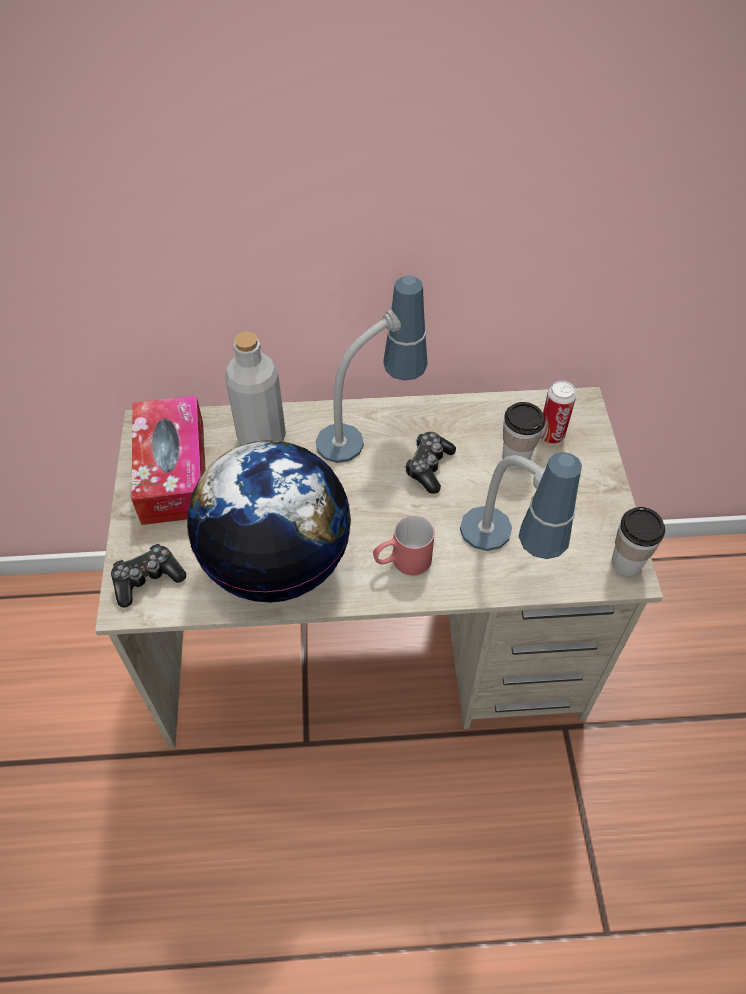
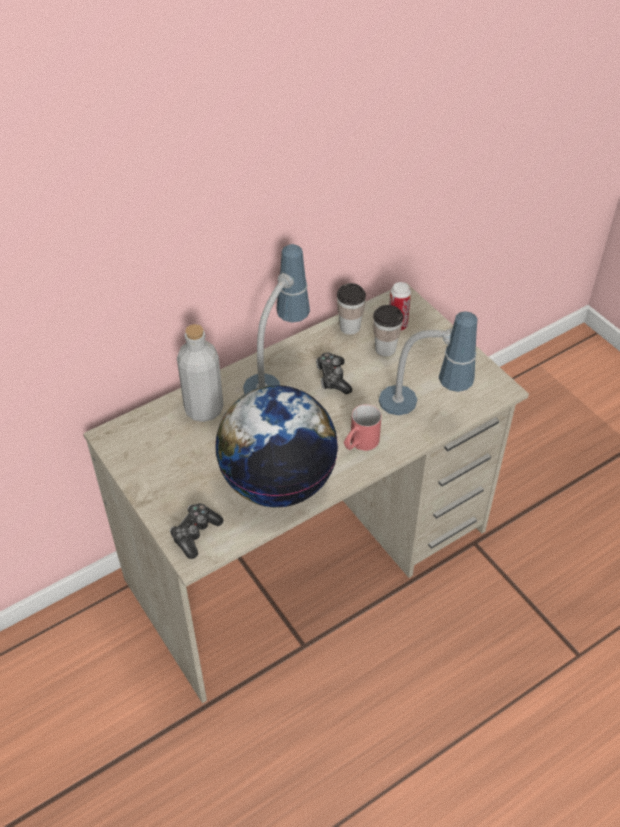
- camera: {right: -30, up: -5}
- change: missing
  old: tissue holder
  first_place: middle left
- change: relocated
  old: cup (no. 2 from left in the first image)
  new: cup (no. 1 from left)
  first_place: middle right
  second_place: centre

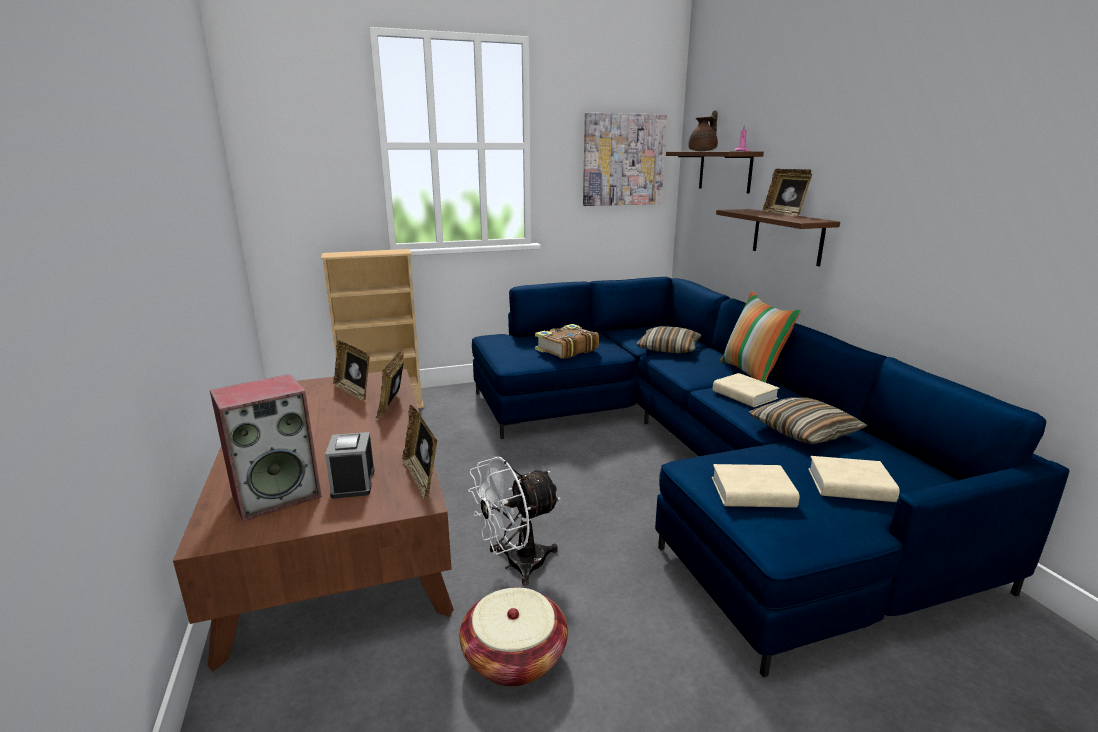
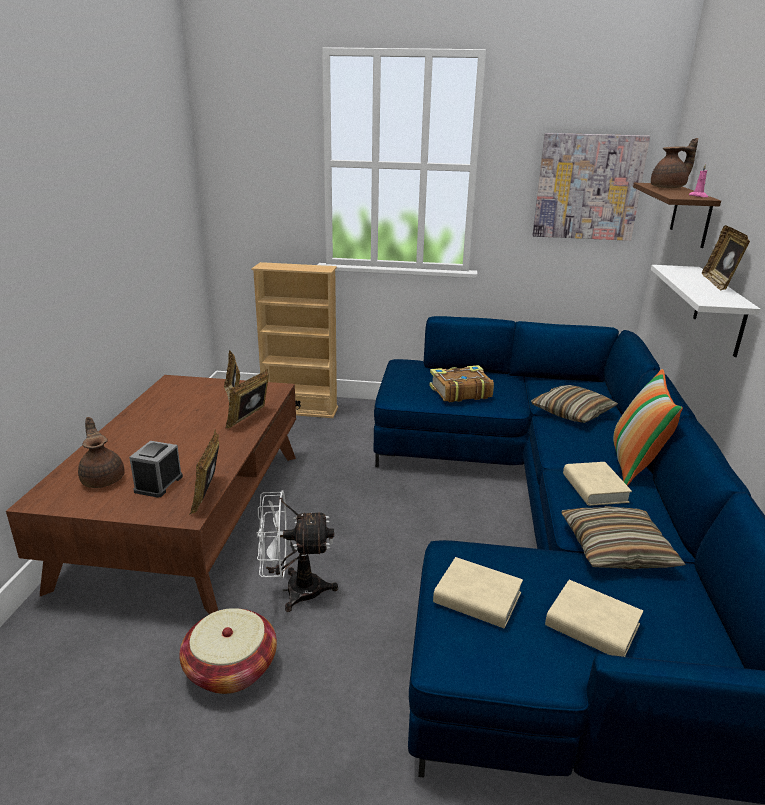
- camera: {right: 25, up: 5}
- change: colour
  old: brownish wall shelf (no. 2 from left)
  new: whitish wall shelf
  first_place: top right
  second_place: middle right
- change: exchanged
  old: loudspeaker
  new: brownish tea pot (no. 1 from left)
  first_place: middle left
  second_place: middle left

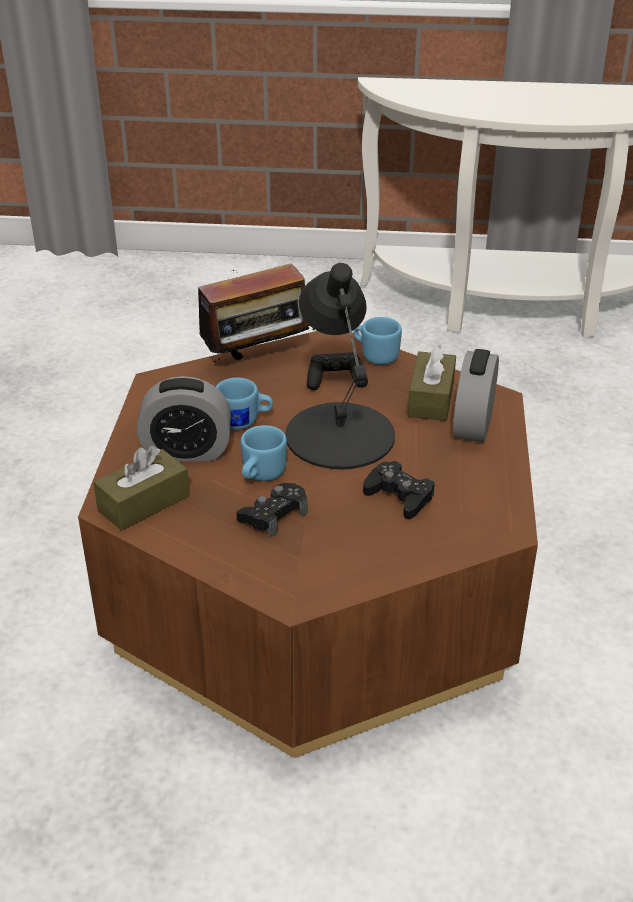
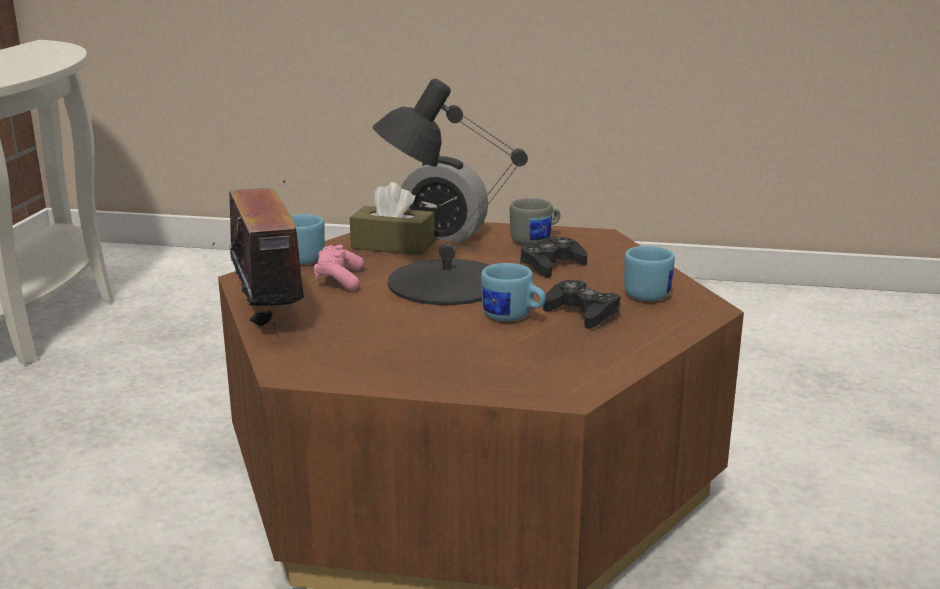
- camera: {right: -85, up: -15}
- change: colour
  old: black-coloured game controller (no. 2 from left)
  new: pink game controller
  first_place: centre
  second_place: centre
- change: missing
  old: table clock (no. 1 from left)
  first_place: middle left
- change: relocated
  old: blue tea mug (no. 1 from left in the first image)
  new: blue tea mug (no. 3 from left)
  first_place: centre
  second_place: middle right
- change: missing
  old: brownish tissue holder (no. 1 from left)
  first_place: middle left
- change: appeared
  new: greyish tea mug
  second_place: centre

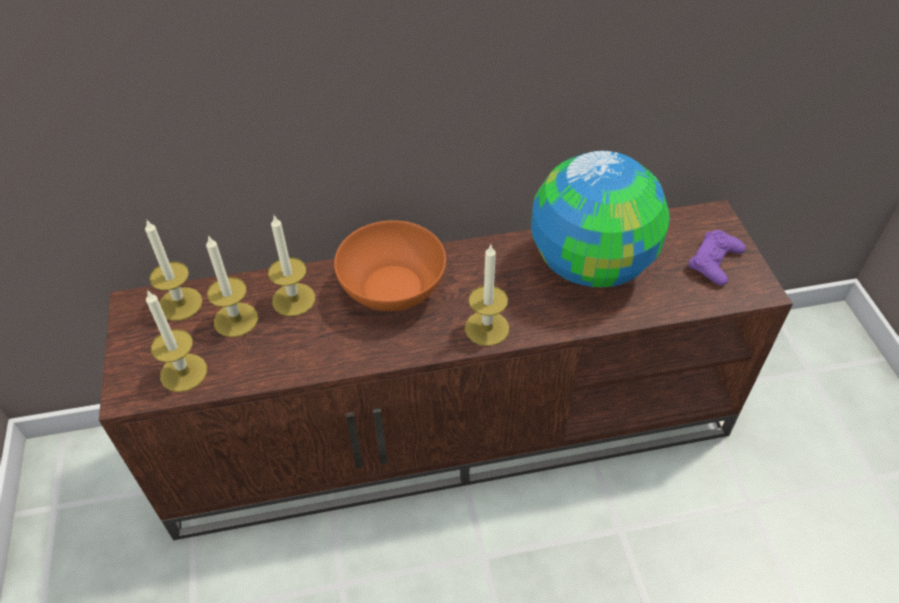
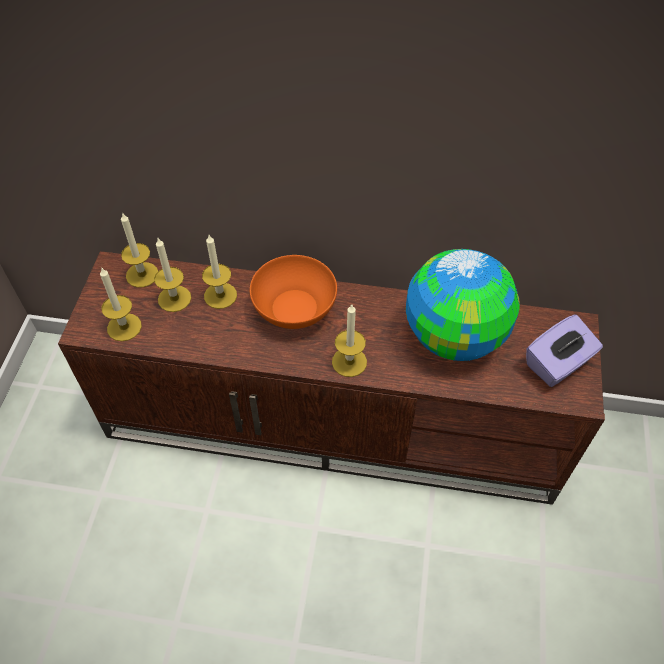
- camera: {right: 20, up: 5}
- change: exchanged
  old: purplish game controller
  new: purplish tissue holder
  first_place: middle right
  second_place: middle right

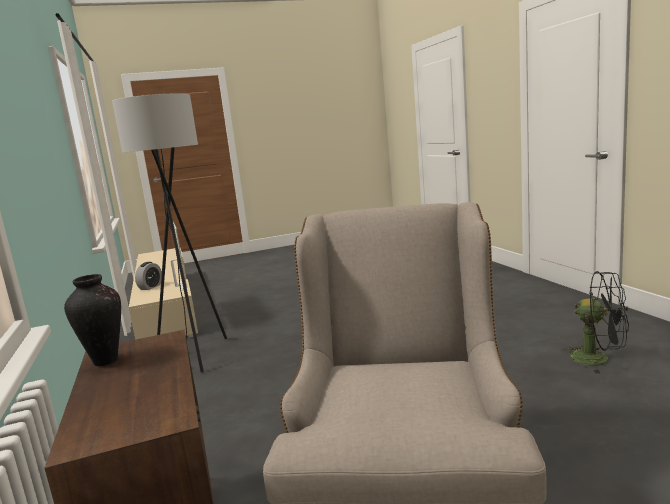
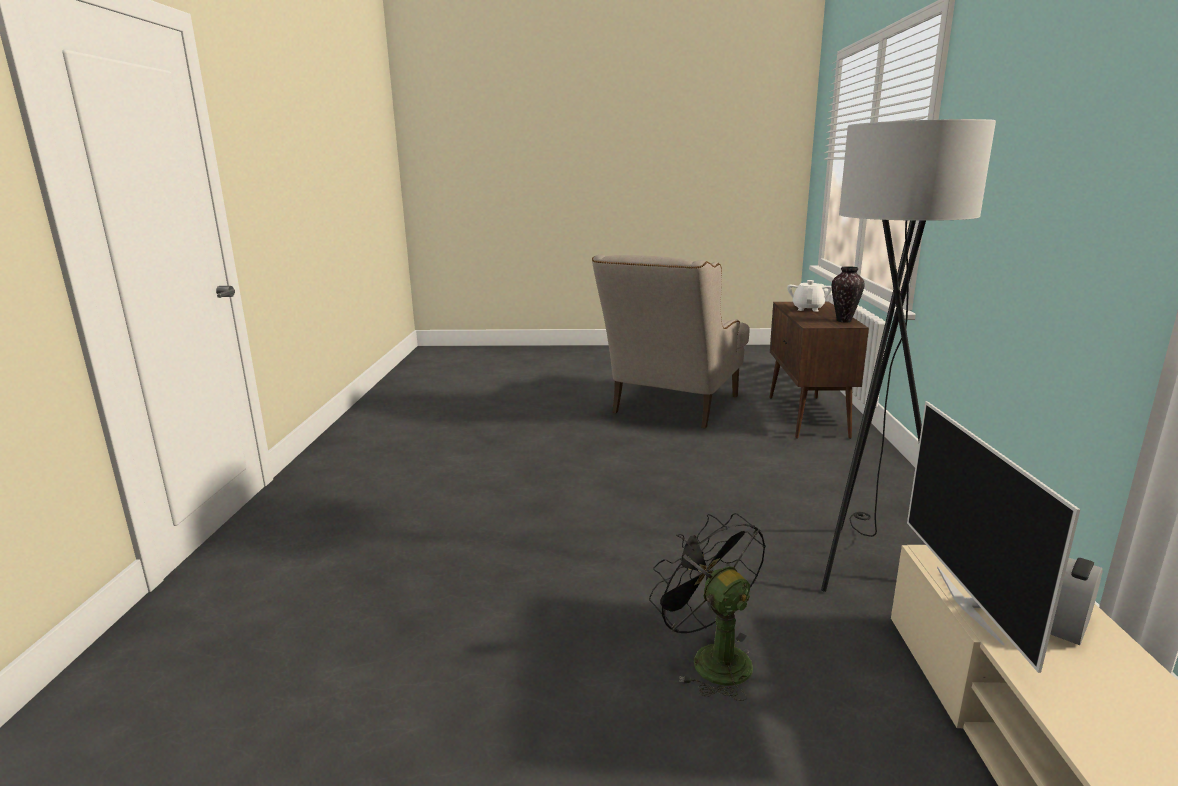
- camera: {right: -160, up: 5}
- change: relocated
  old: black-coloured electric fan
  first_place: middle right
  second_place: bottom centre
- change: appeared
  new: whitish tea pot
  second_place: middle right

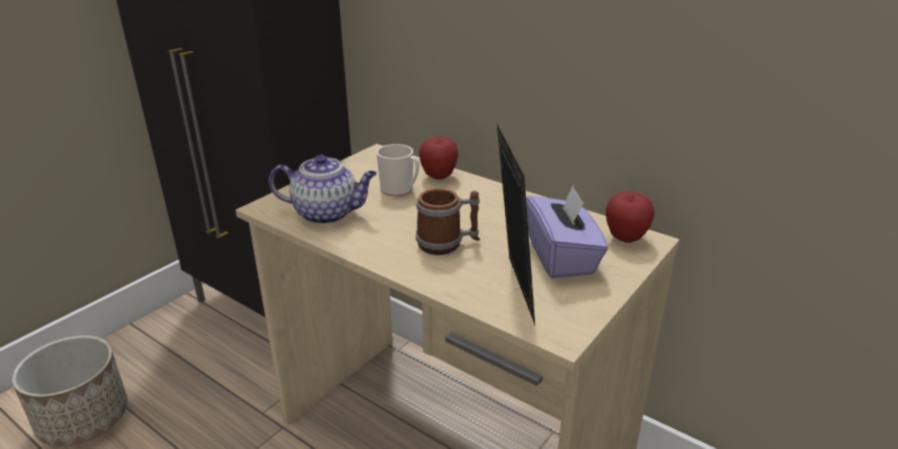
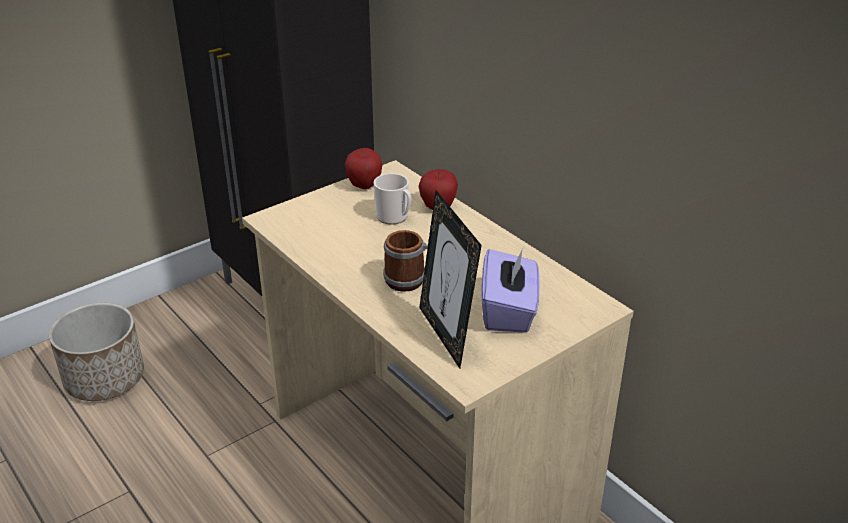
- camera: {right: 15, up: 5}
- change: spun
  old: picture frame
  first_place: centre
  second_place: centre
  degrees: 150
- change: missing
  old: tea pot
  first_place: centre
- change: relocated
  old: whole apple (no. 2 from left in the first image)
  new: whole apple (no. 1 from left)
  first_place: middle right
  second_place: top centre

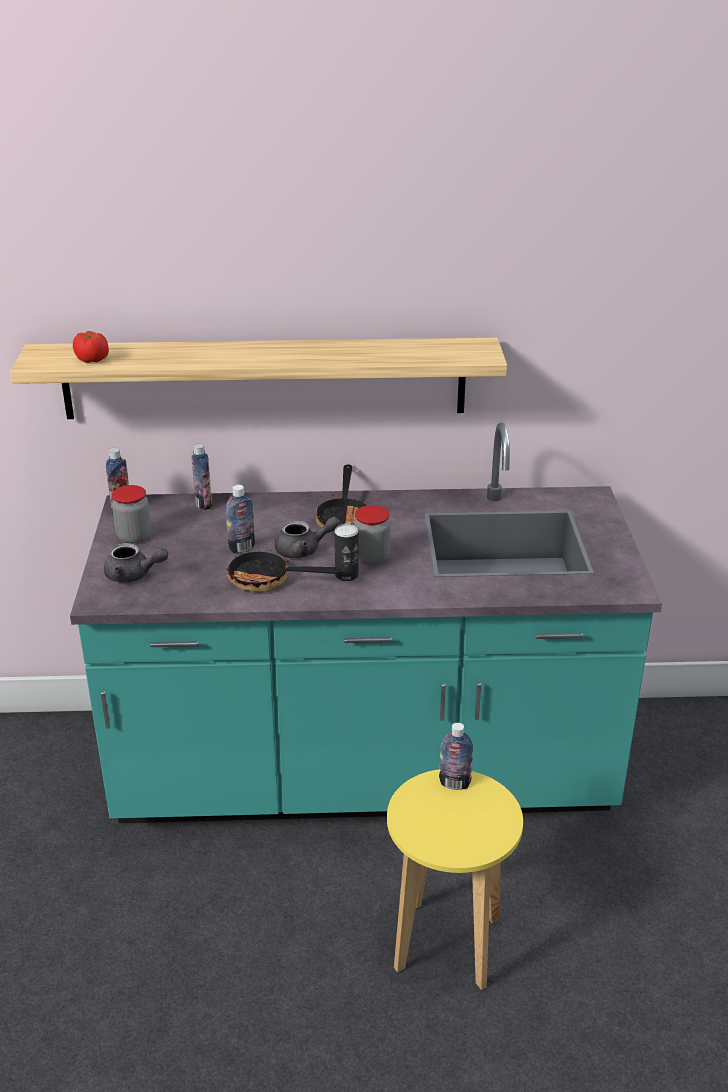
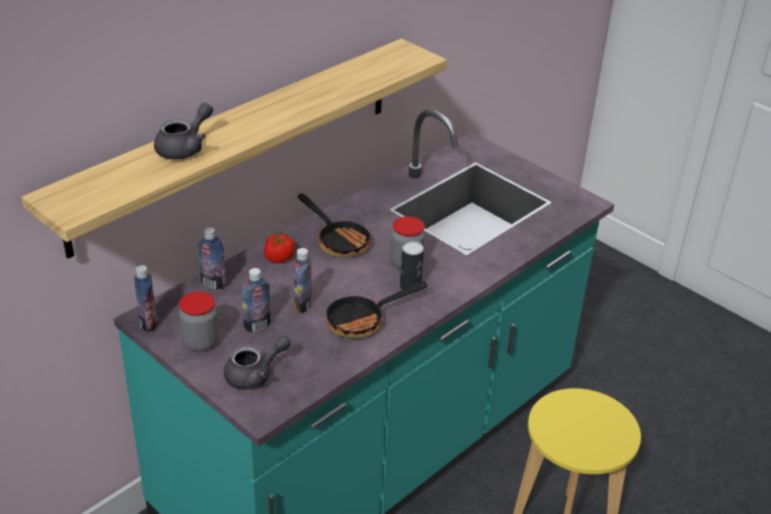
- camera: {right: -45, up: 5}
- change: relocated
  old: tomato
  first_place: top left
  second_place: centre
- change: relocated
  old: greyish tea pot (no. 2 from left in the first image)
  new: greyish tea pot (no. 1 from left)
  first_place: centre
  second_place: top left
- change: relocated
  old: bottle (no. 4 from left in the first image)
  new: bottle (no. 3 from left)
  first_place: bottom centre
  second_place: middle left

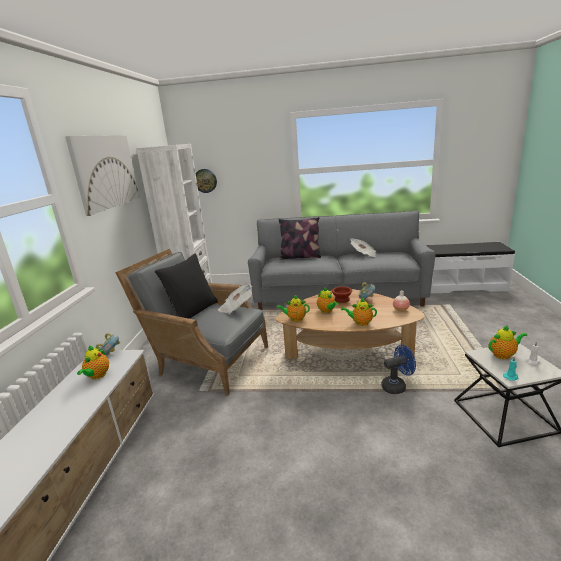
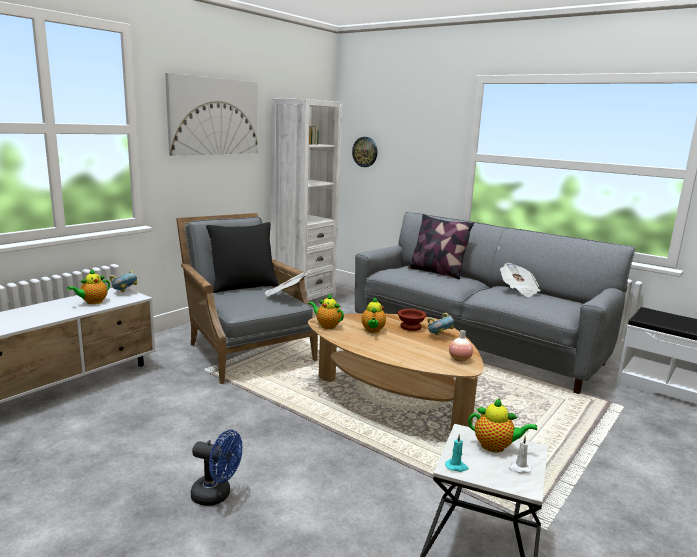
- camera: {right: 30, up: -5}
- change: missing
  old: tea pot (no. 4 from left)
  first_place: centre
- change: relocated
  old: blue electric fan
  first_place: middle right
  second_place: bottom left

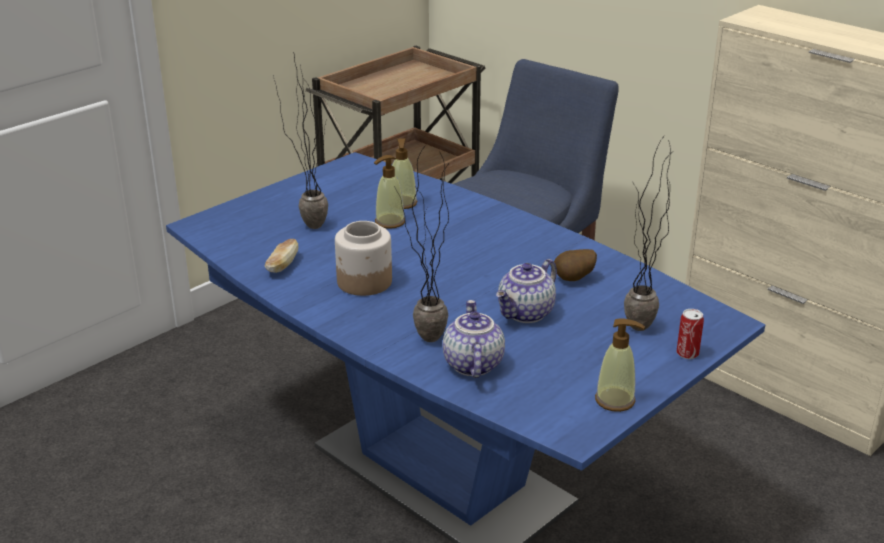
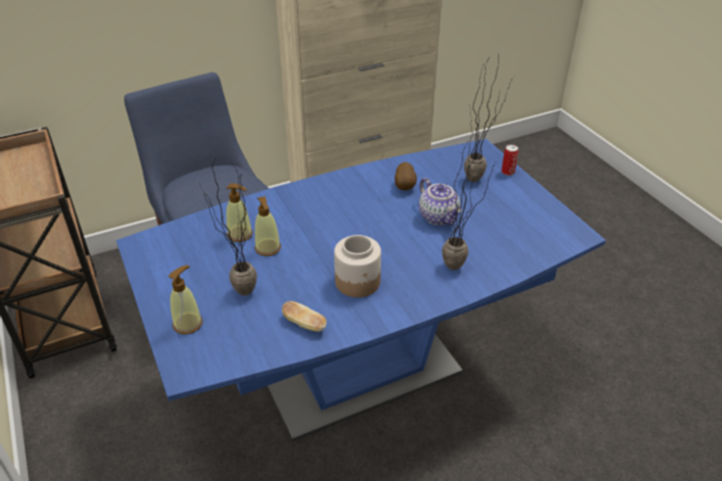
- camera: {right: -70, up: 10}
- change: missing
  old: tea pot (no. 1 from left)
  first_place: centre
- change: relocated
  old: soap bottle (no. 3 from left in the first image)
  new: soap bottle (no. 1 from left)
  first_place: bottom right
  second_place: middle left

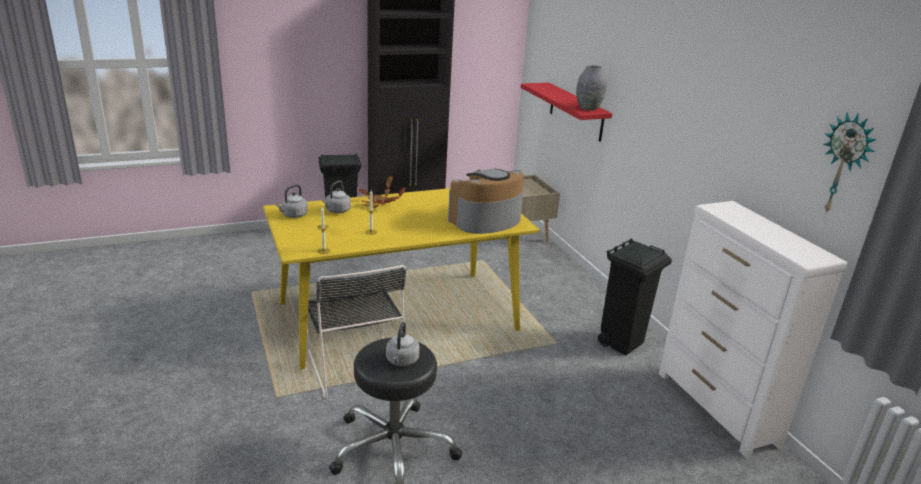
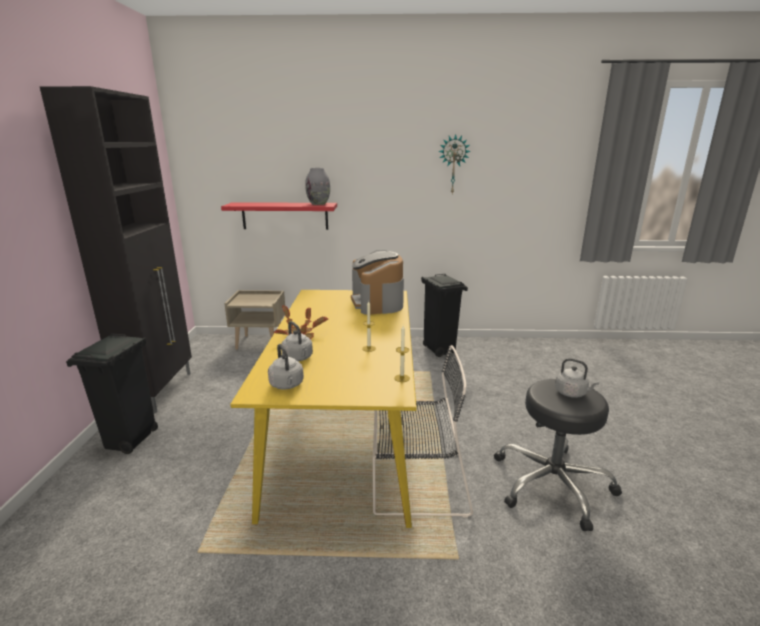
- camera: {right: -65, up: -5}
- change: relocated
  old: clock on the wall
  first_place: middle right
  second_place: top centre
- change: missing
  old: whitish dresser
  first_place: bottom right

